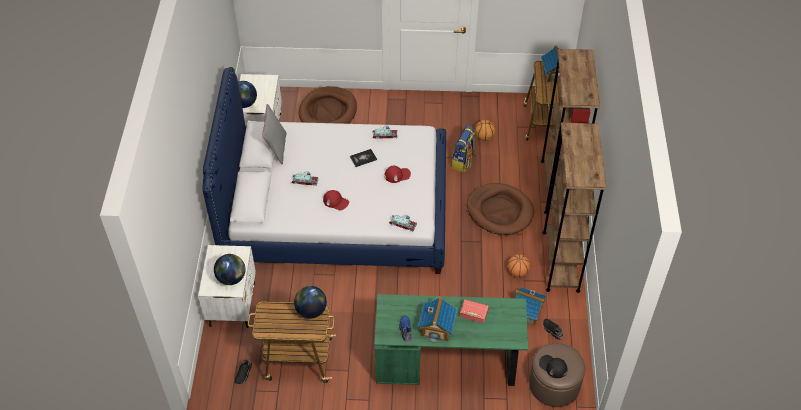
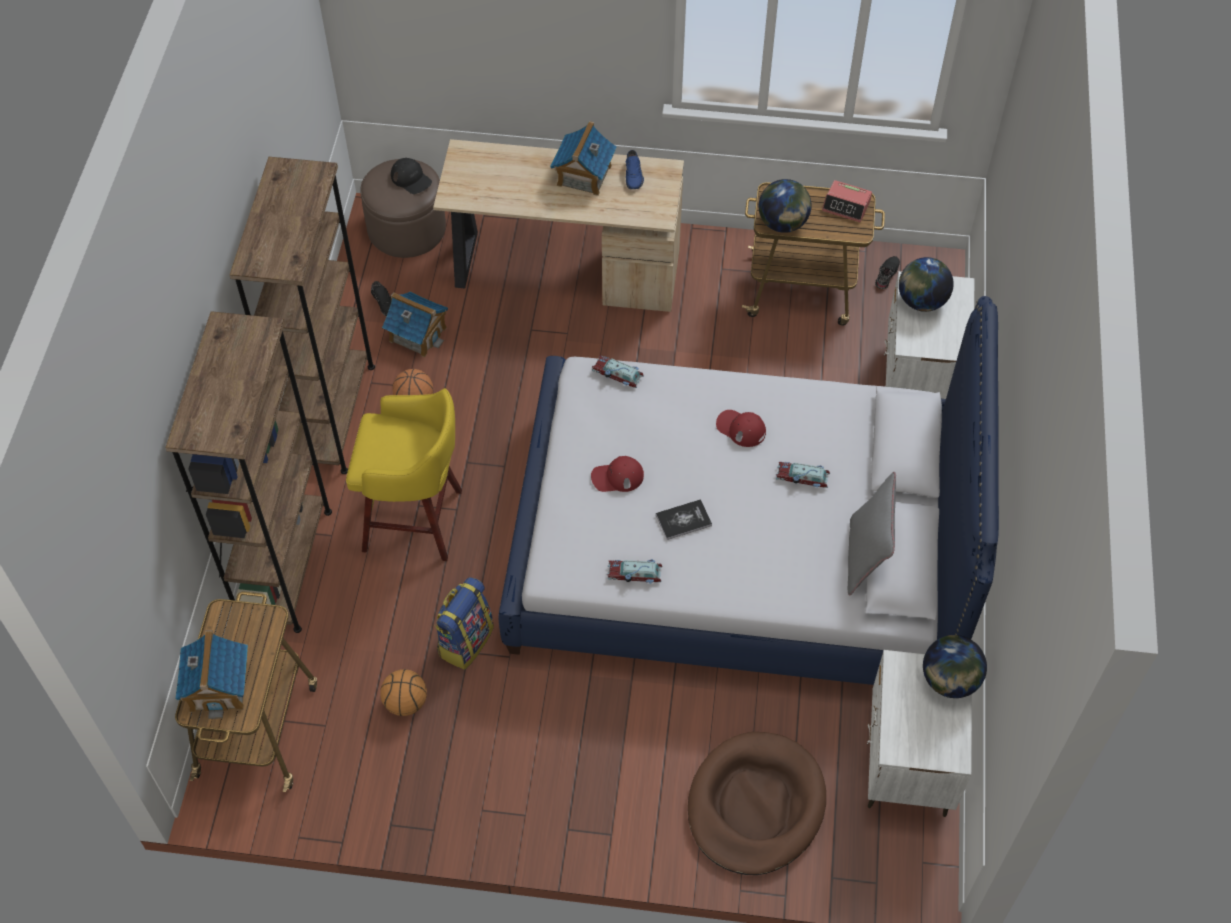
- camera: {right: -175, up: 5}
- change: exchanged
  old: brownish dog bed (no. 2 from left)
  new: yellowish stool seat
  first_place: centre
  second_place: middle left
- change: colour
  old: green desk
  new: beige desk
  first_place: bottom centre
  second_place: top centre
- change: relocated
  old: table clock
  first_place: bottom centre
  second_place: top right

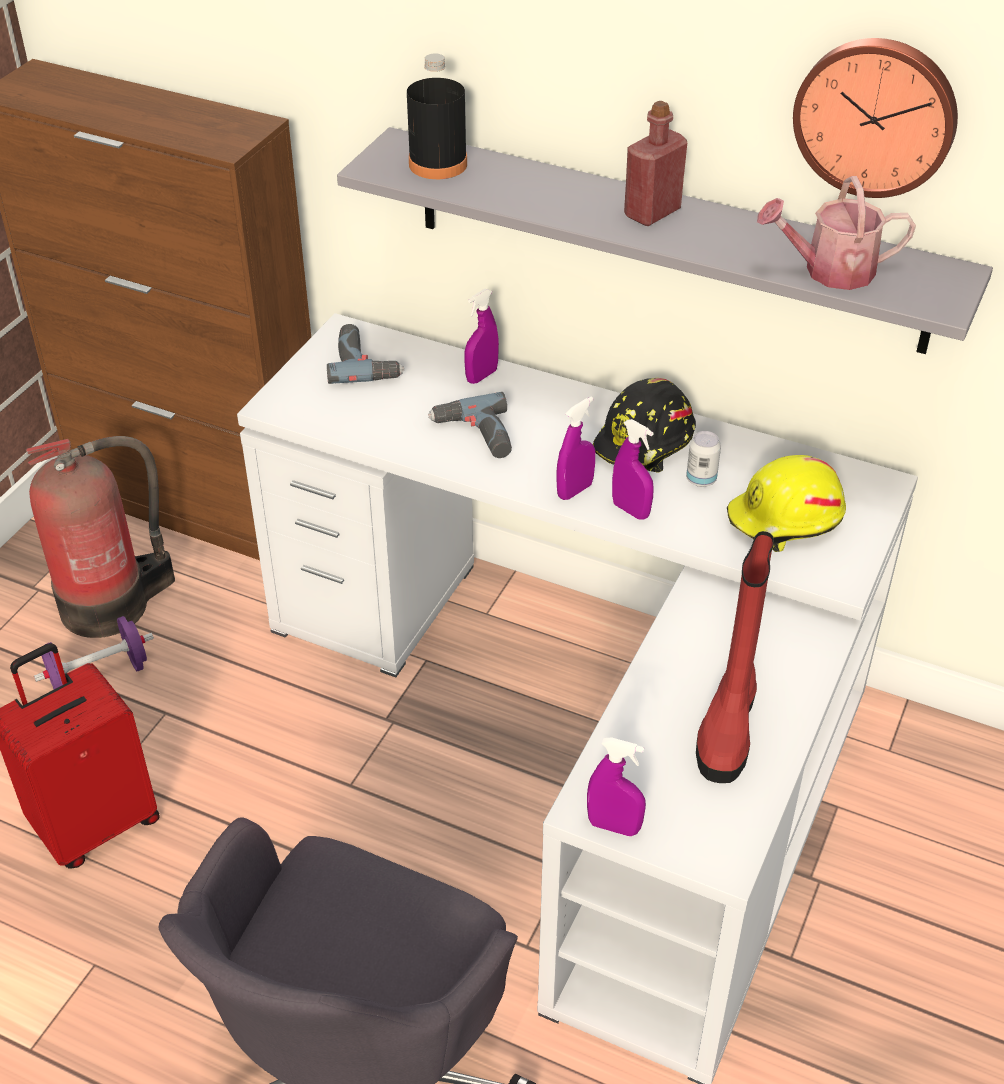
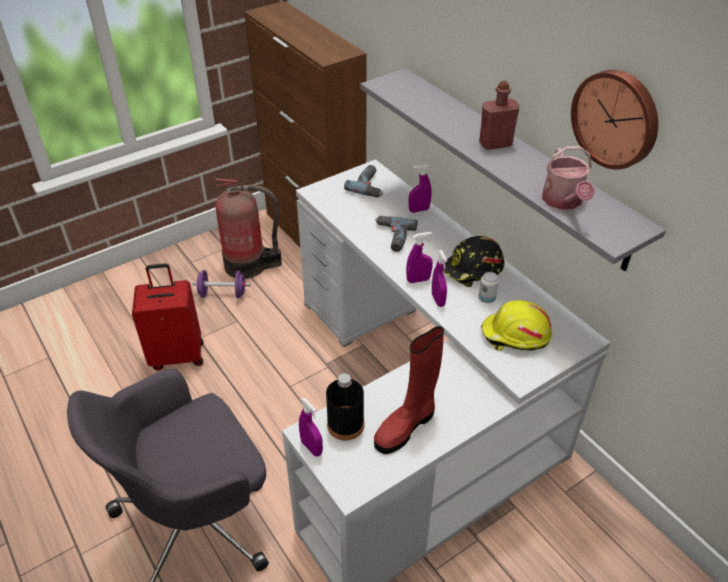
- camera: {right: 30, up: 0}
- change: relocated
  old: black-coloured bottle
  first_place: top centre
  second_place: bottom centre
- change: spun
  old: sprinkling can
  first_place: top right
  second_place: top right
  degrees: -120

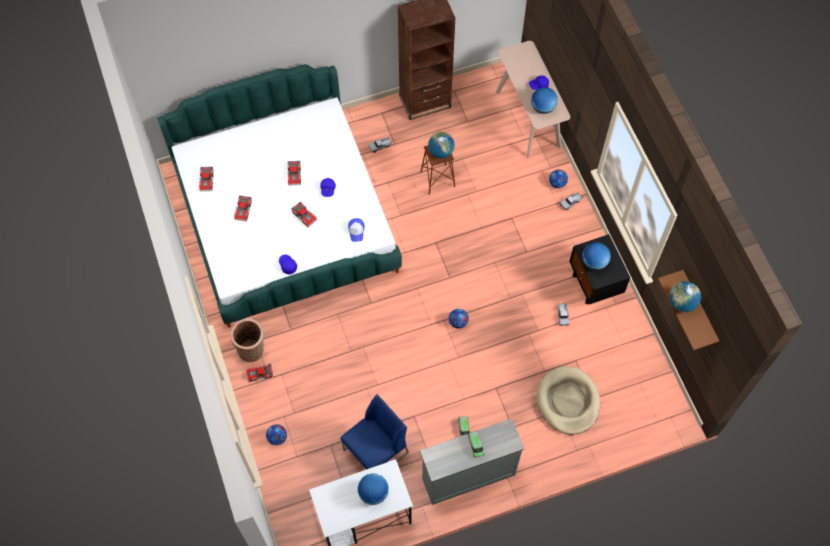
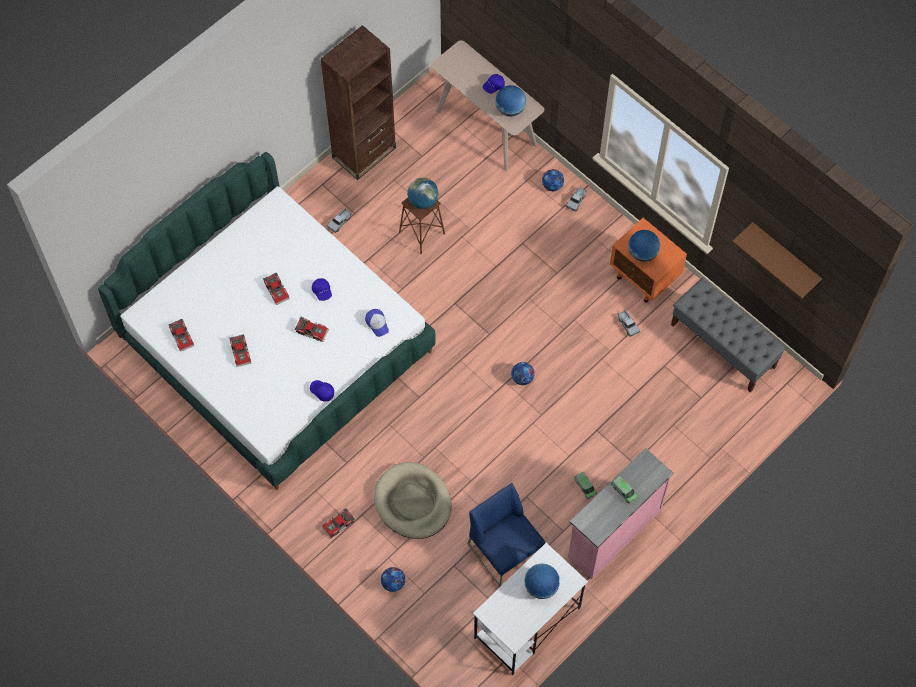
- camera: {right: -25, up: 0}
- change: colour
  old: black-coloured nightstand
  new: orange-coloured nightstand
  first_place: middle right
  second_place: middle right
- change: missing
  old: globe (no. 5 from left)
  first_place: middle right
- change: missing
  old: basket
  first_place: middle left
- change: relocated
  old: beige dog bed
  first_place: bottom right
  second_place: bottom centre
- change: spun
  old: blue upright chair
  first_place: bottom centre
  second_place: bottom centre
  degrees: -60
- change: colour
  old: greyish dresser
  new: pink dresser
  first_place: bottom centre
  second_place: bottom right
- change: appeared
  new: greyish indoor bench
  second_place: middle right

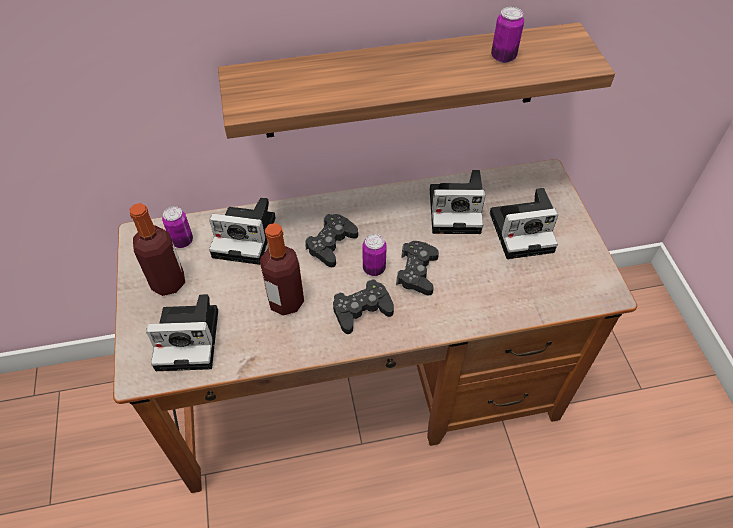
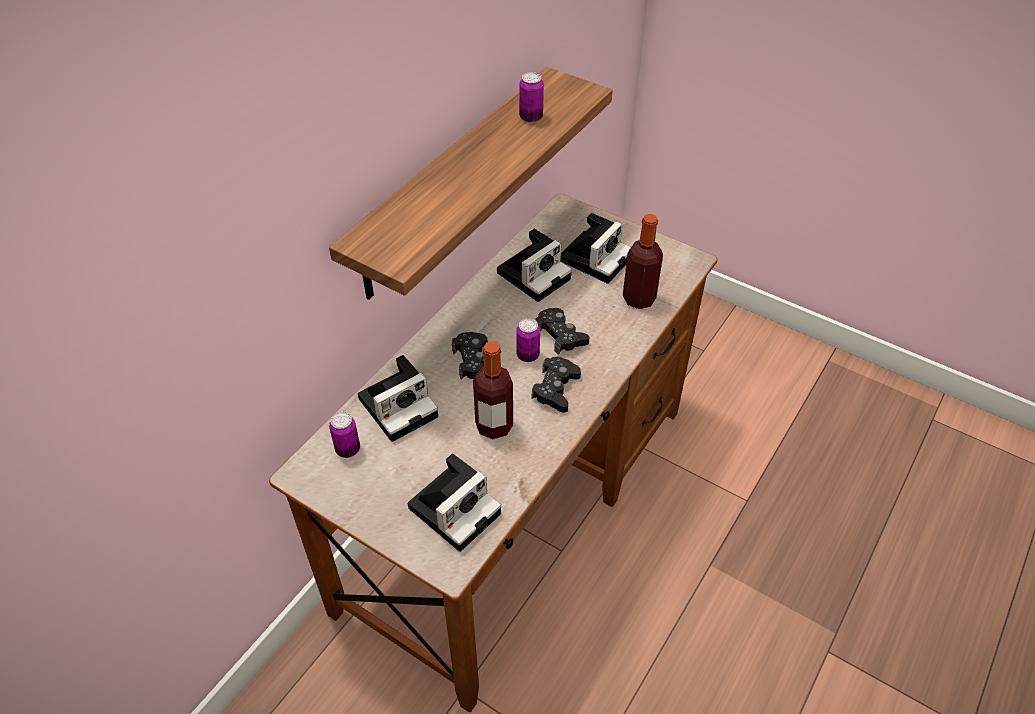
- camera: {right: -45, up: -5}
- change: relocated
  old: bottle (no. 1 from left in the first image)
  new: bottle (no. 2 from left)
  first_place: middle left
  second_place: centre

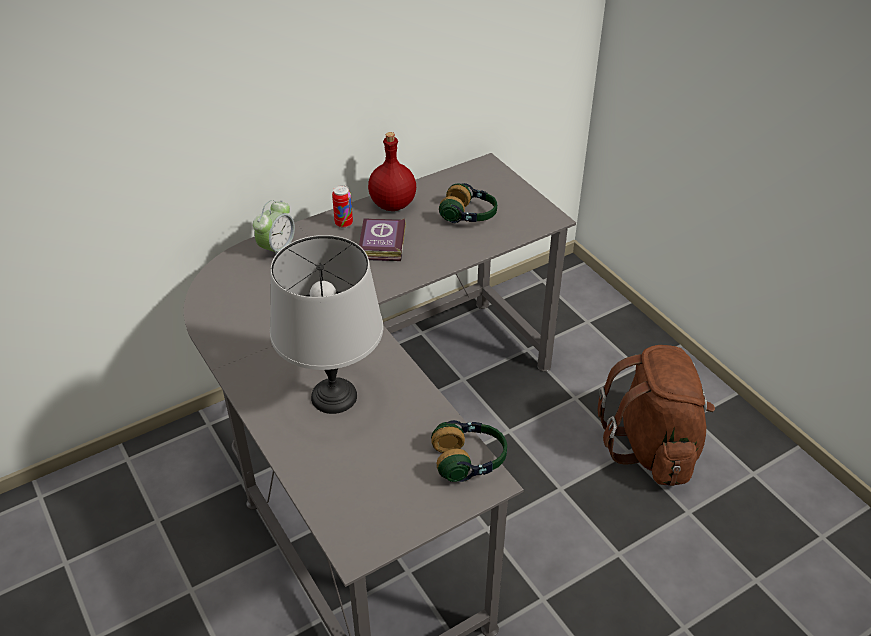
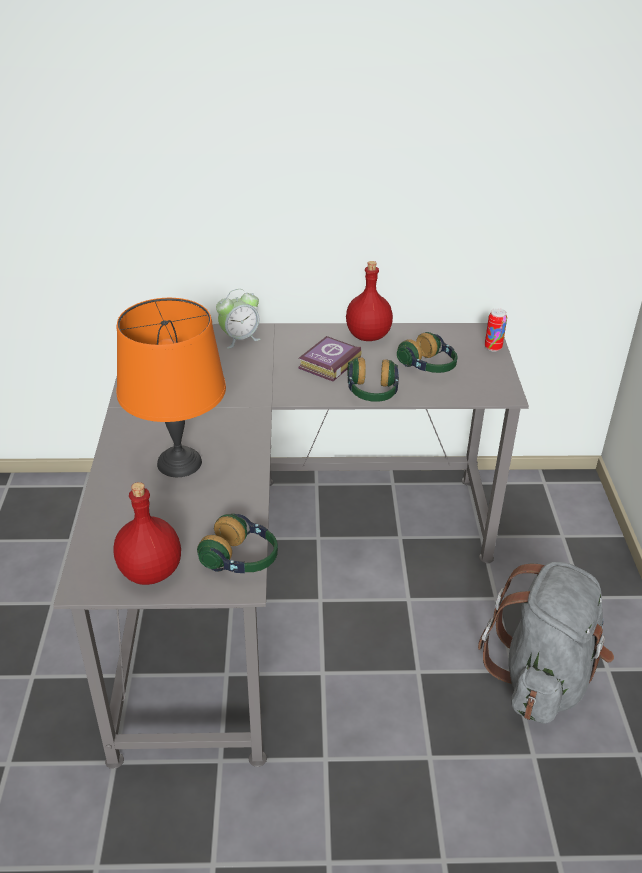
- camera: {right: 30, up: -5}
- change: relocated
  old: metal can
  first_place: top centre
  second_place: middle right
- change: colour
  old: greyish table lamp
  new: orange-coloured table lamp
  first_place: centre
  second_place: middle left
- change: colour
  old: brownish rucksack
  new: greyish rucksack
  first_place: middle right
  second_place: bottom right
- change: appeared
  new: pair of headphones (no. 2 from left)
  second_place: centre
- change: appeared
  new: red-coloured bottle (no. 1 from left)
  second_place: middle left

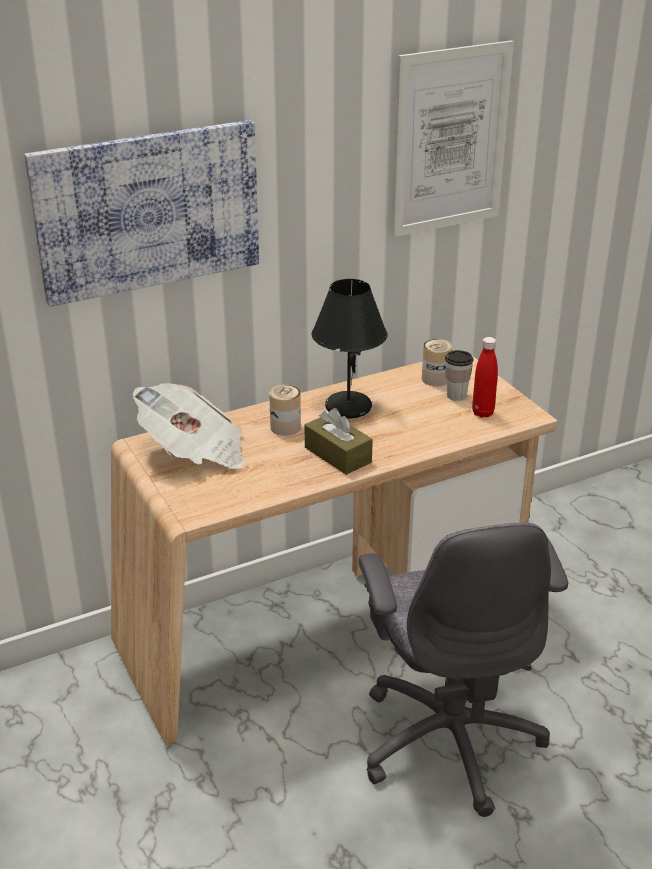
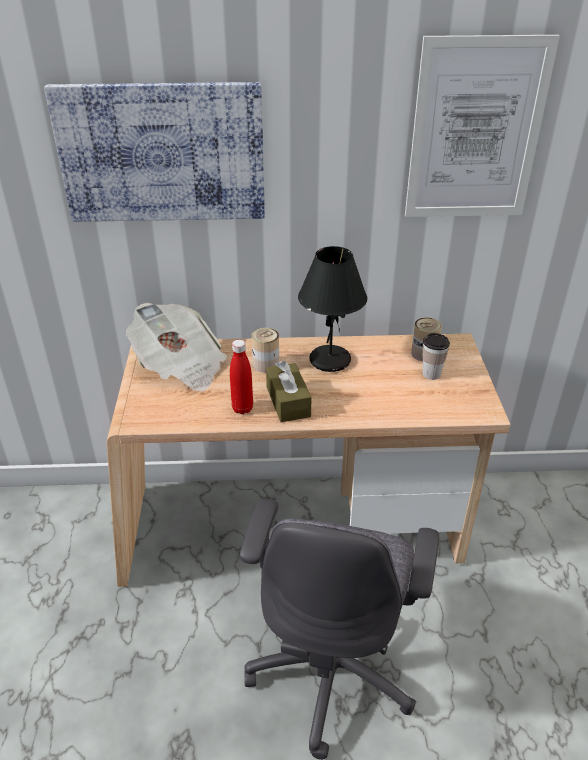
- camera: {right: 25, up: 5}
- change: relocated
  old: red-coloured bottle
  first_place: middle right
  second_place: centre

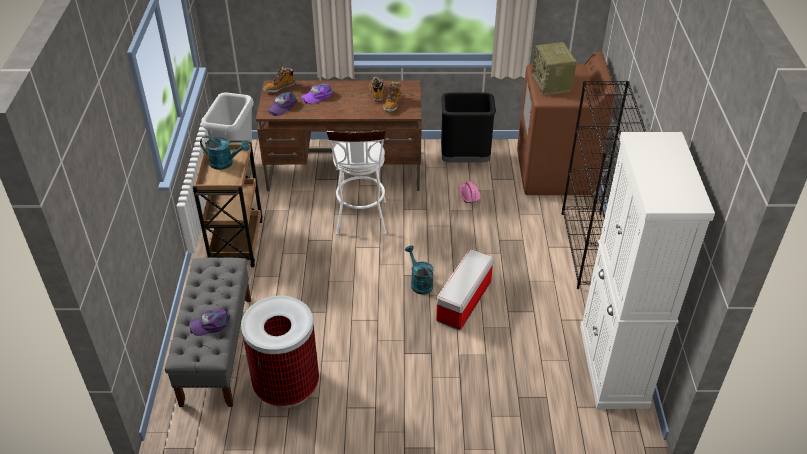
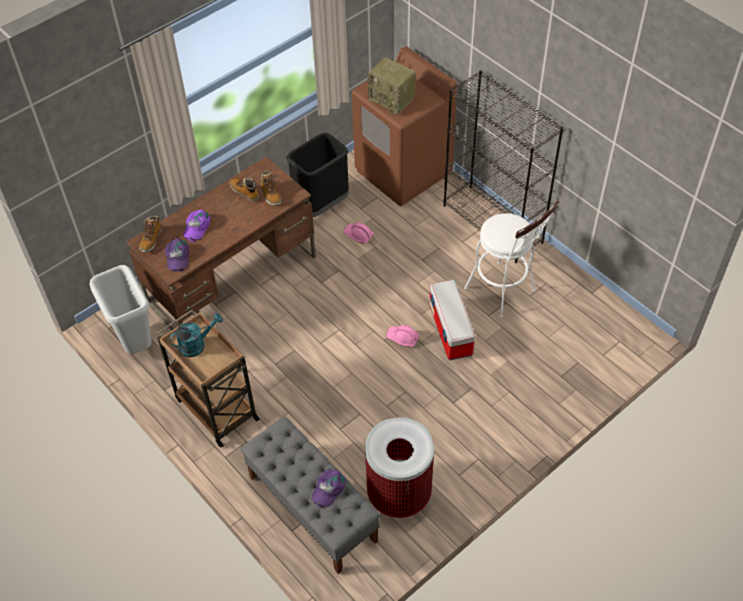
- camera: {right: -40, up: 10}
- change: relocated
  old: whitish stool seat
  first_place: centre
  second_place: middle right
- change: missing
  old: whitish storage cabinet
  first_place: middle right
- change: exchanged
  old: blue-green sprinkling can (no. 2 from left)
  new: pink work helmet (no. 2 from left)
  first_place: centre
  second_place: centre

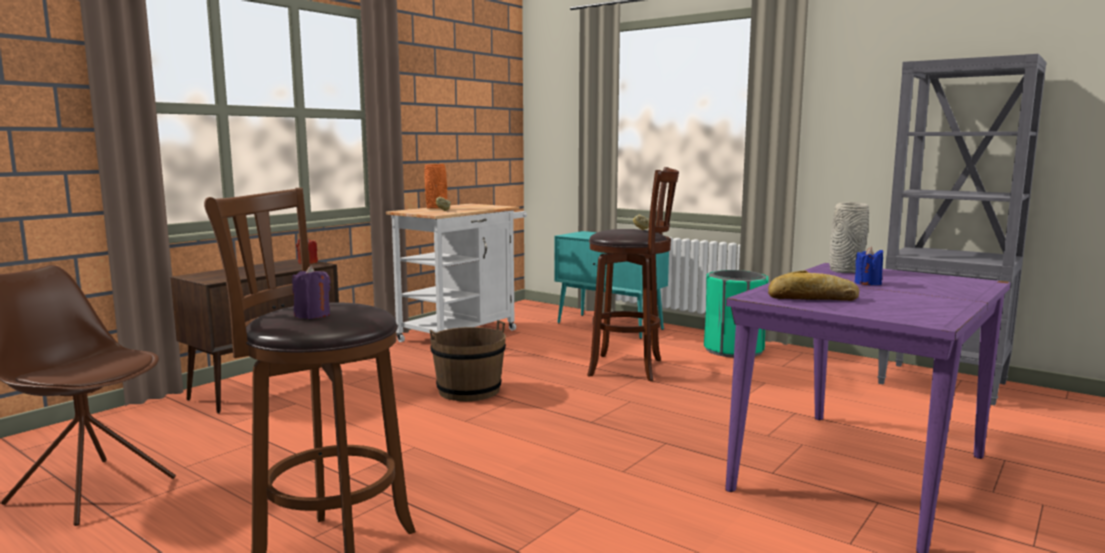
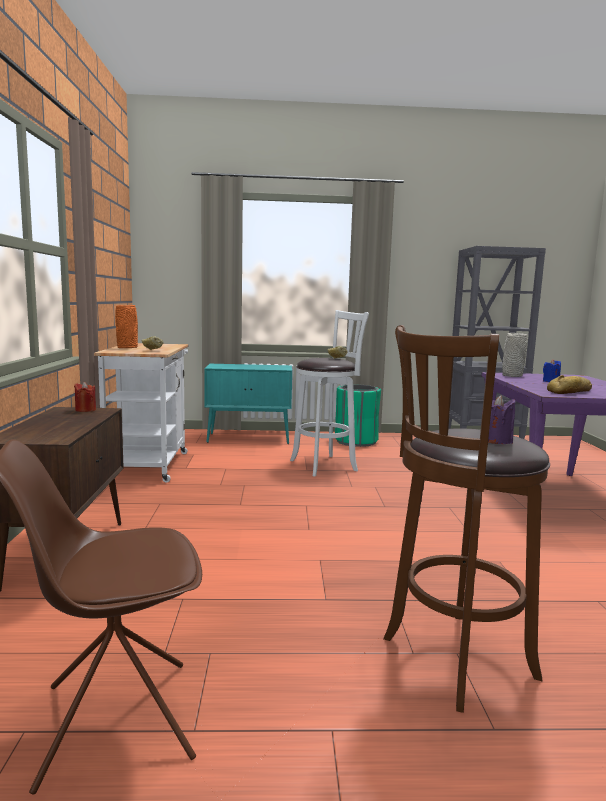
- camera: {right: -40, up: 0}
- change: colour
  old: brownish stool seat (no. 2 from left)
  new: whitish stool seat
  first_place: centre
  second_place: centre
- change: missing
  old: brownish pail
  first_place: centre

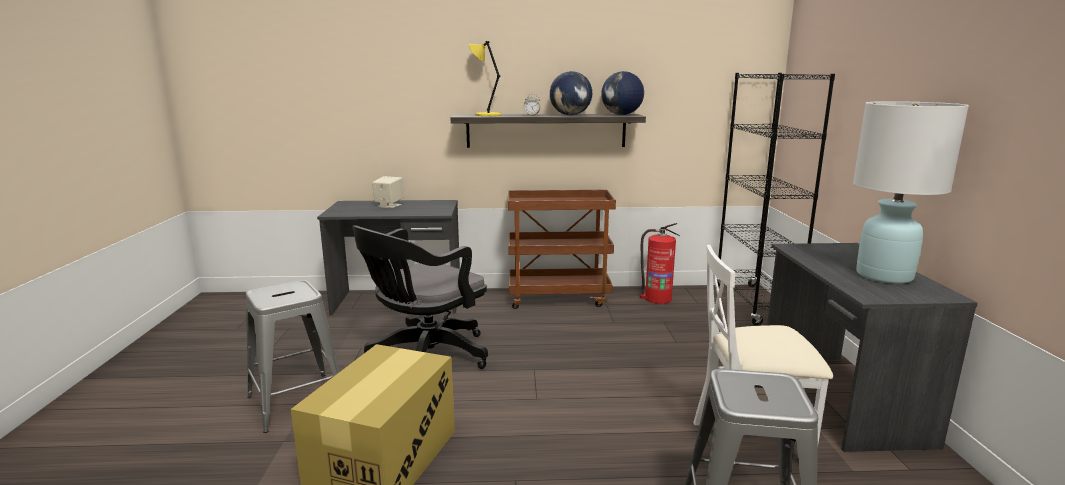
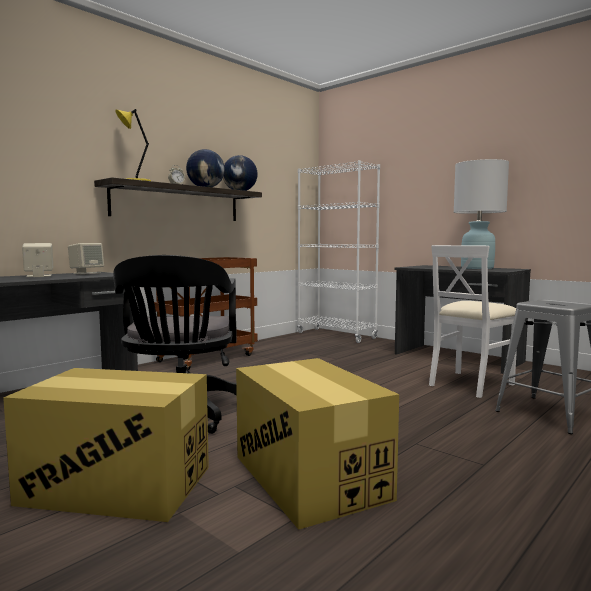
- camera: {right: -45, up: -10}
- change: colour
  old: black-coloured bookshelf
  new: whitish bookshelf
  first_place: middle right
  second_place: centre
- change: missing
  old: fire extinguisher
  first_place: centre
- change: exchanged
  old: greyish stool seat (no. 1 from left)
  new: cardboard box (no. 1 from left)
  first_place: bottom left
  second_place: bottom left
- change: appeared
  new: beige loudspeaker (no. 2 from left)
  second_place: middle left

